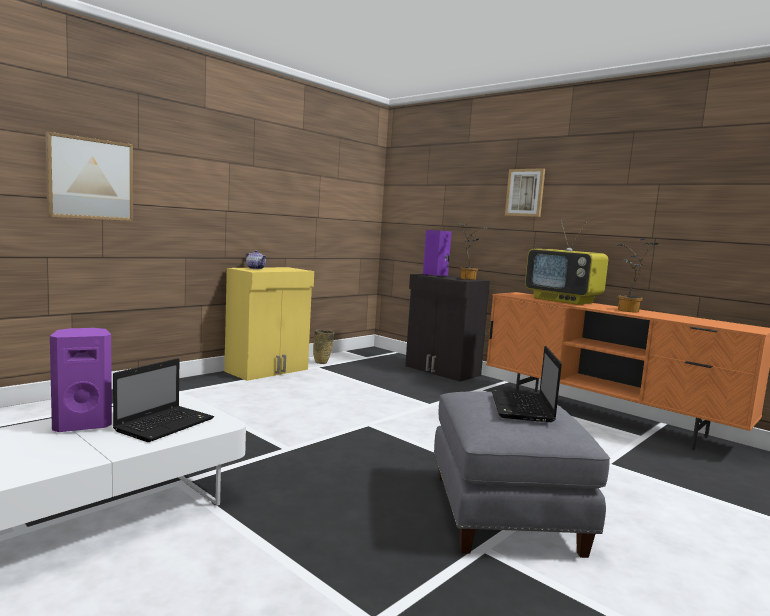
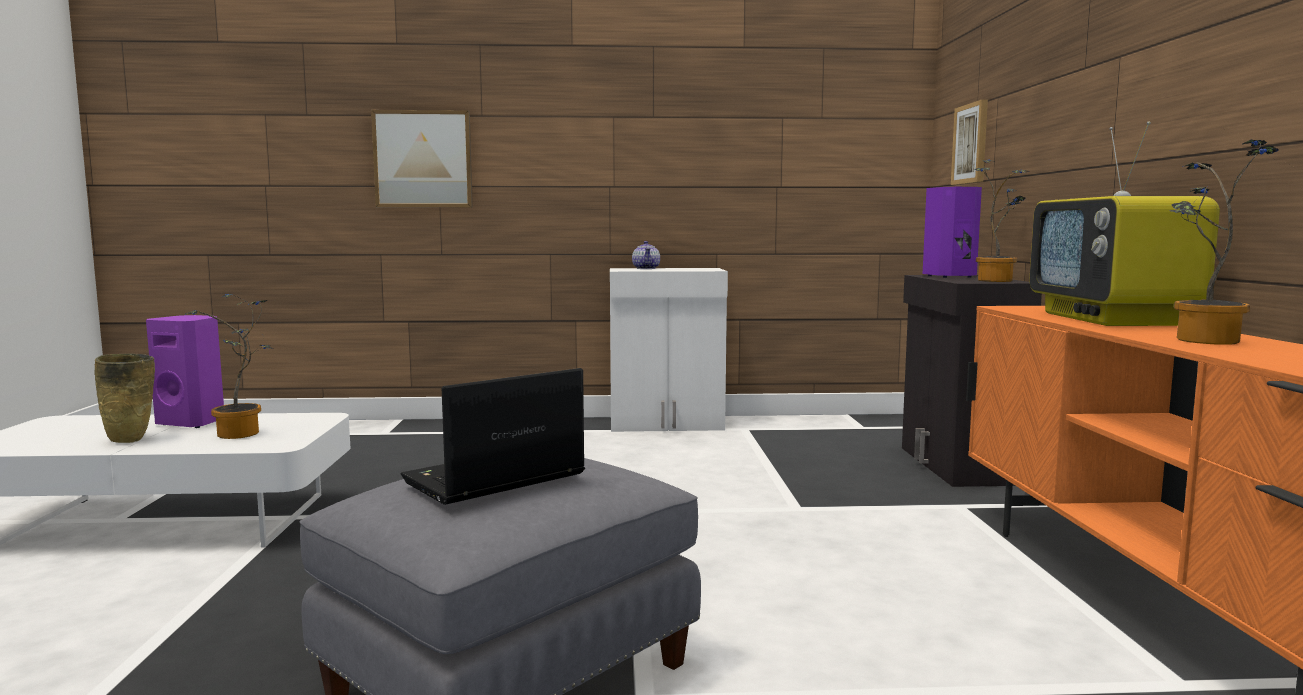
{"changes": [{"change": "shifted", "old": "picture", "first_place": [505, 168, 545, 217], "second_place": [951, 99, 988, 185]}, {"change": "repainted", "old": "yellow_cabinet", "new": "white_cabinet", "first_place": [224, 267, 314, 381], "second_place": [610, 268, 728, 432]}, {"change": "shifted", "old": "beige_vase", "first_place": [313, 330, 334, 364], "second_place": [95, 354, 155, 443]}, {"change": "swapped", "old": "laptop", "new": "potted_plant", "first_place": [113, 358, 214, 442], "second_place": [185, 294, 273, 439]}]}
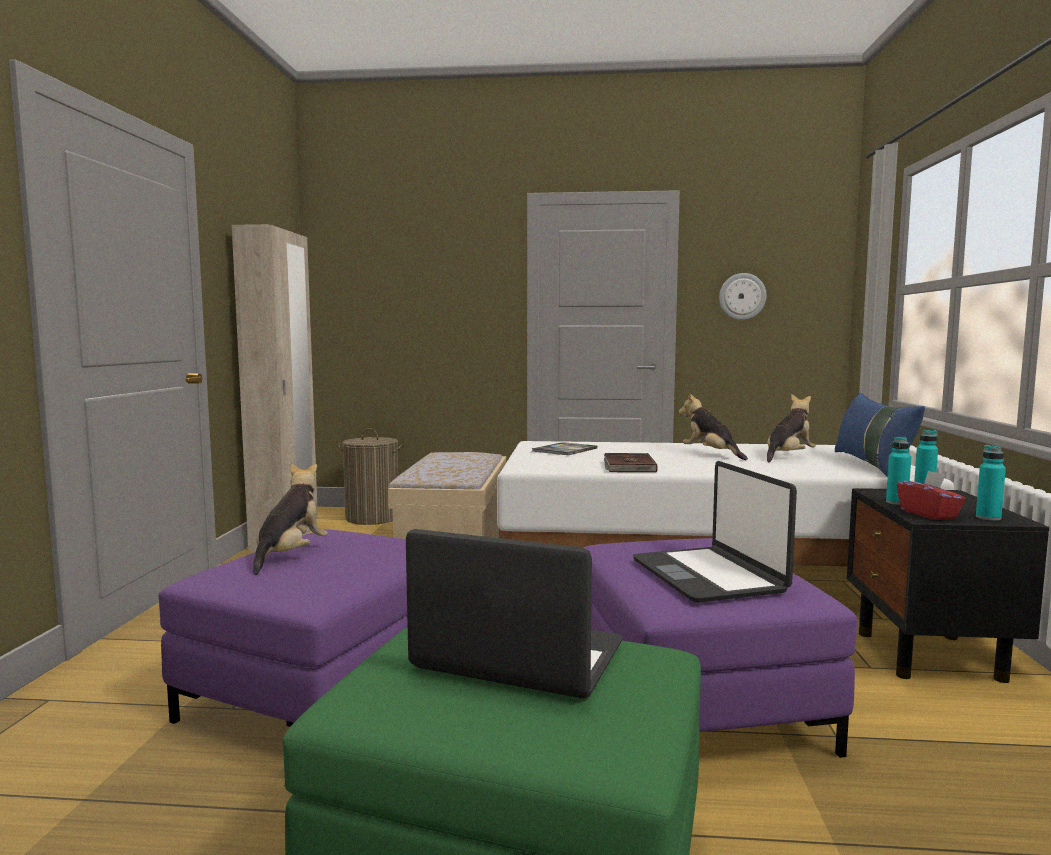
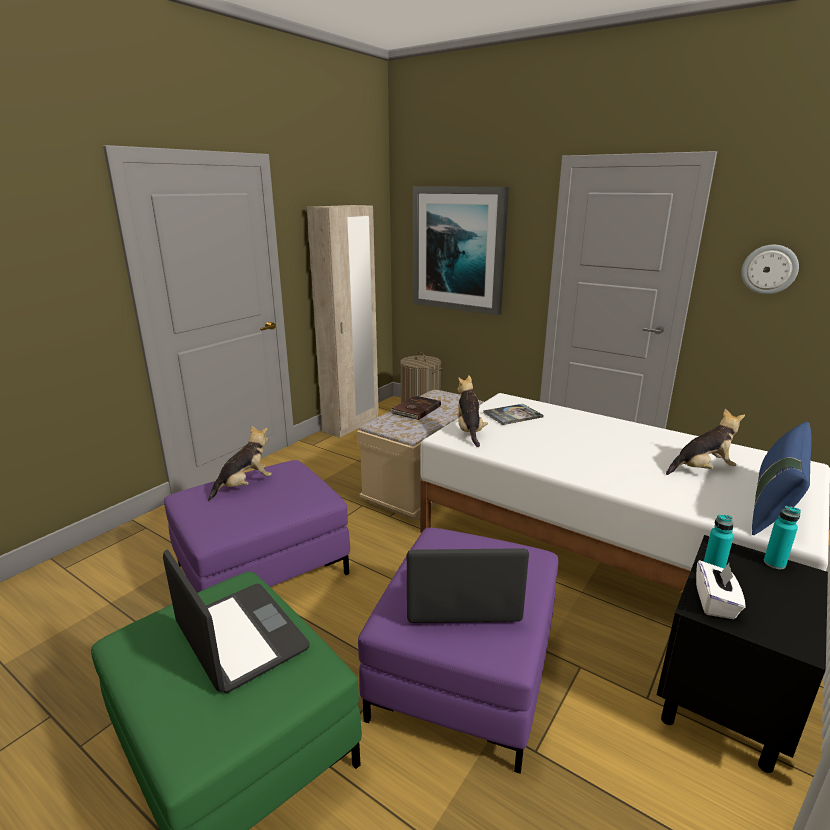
{"changes": [{"change": "shifted", "old": "plush_toy", "first_place": [679, 394, 748, 460], "second_place": [457, 375, 488, 447]}, {"change": "gone", "old": "turquoise_bottle", "first_place": [976, 445, 1006, 521]}, {"change": "shifted", "old": "brown_book", "first_place": [604, 453, 658, 473], "second_place": [389, 395, 441, 420]}, {"change": "rotated", "old": "laptop", "first_place": [633, 461, 797, 603], "second_place": [407, 548, 529, 623], "degrees": 75}, {"change": "repainted", "old": "red_tissue_box", "new": "white_tissue_box", "first_place": [897, 470, 966, 520], "second_place": [696, 560, 746, 619]}, {"change": "new", "new": "picture", "second_place": [413, 187, 509, 315]}]}
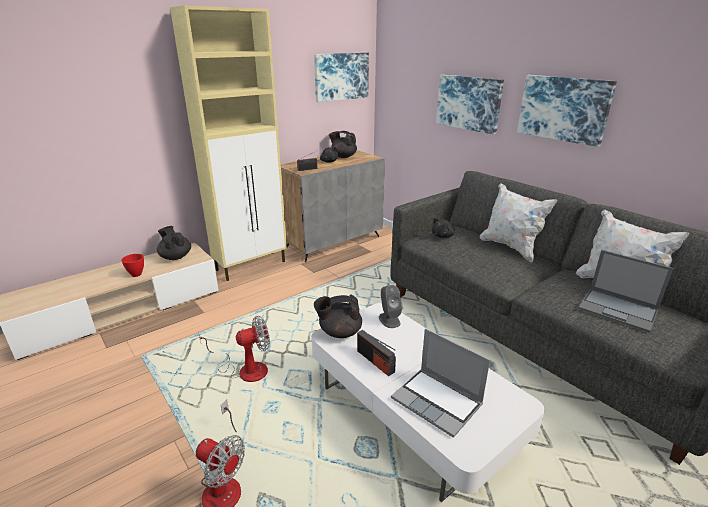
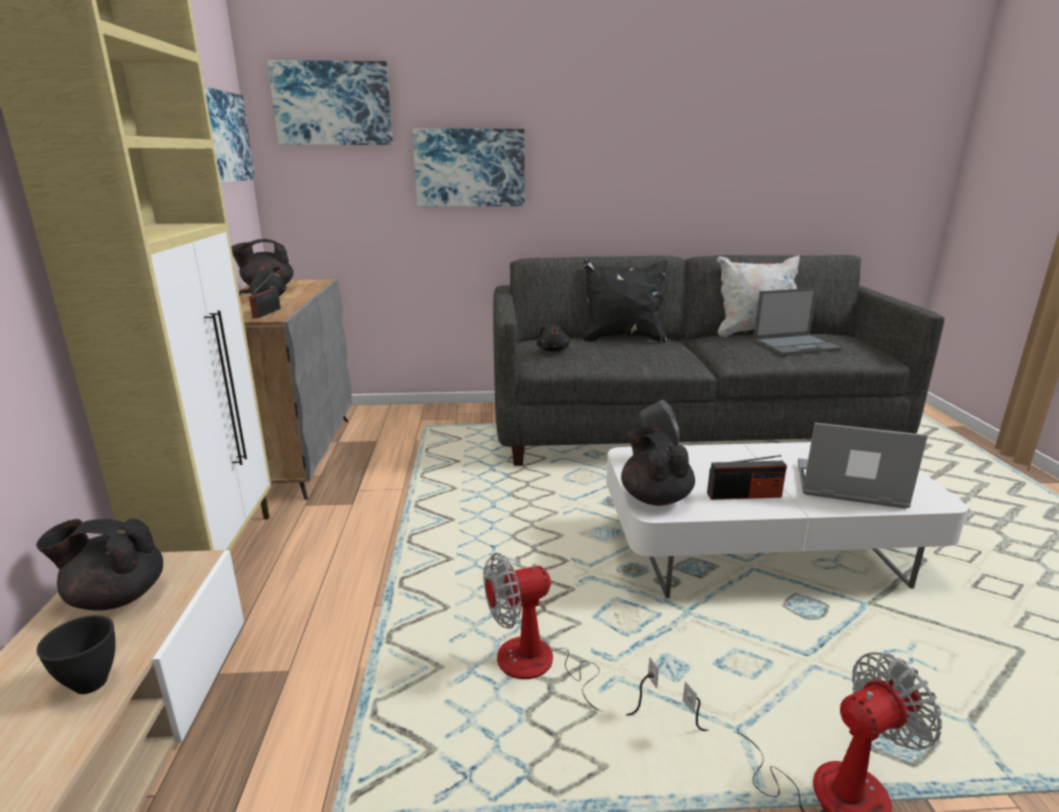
{"changes": [{"change": "shifted", "old": "picture", "first_place": [517, 75, 617, 147], "second_place": [267, 60, 393, 145]}, {"change": "repainted", "old": "white_pillow", "new": "black_pillow", "first_place": [480, 183, 557, 262], "second_place": [582, 260, 667, 342]}, {"change": "repainted", "old": "red_bowl", "new": "black_bowl", "first_place": [121, 254, 144, 277], "second_place": [37, 615, 116, 694]}, {"change": "rotated", "old": "black_teapot", "first_place": [314, 295, 362, 338], "second_place": [621, 426, 695, 506], "degrees": 135}, {"change": "rotated", "old": "fan", "first_place": [198, 316, 270, 382], "second_place": [483, 553, 659, 715], "degrees": -120}, {"change": "rotated", "old": "laptop", "first_place": [391, 329, 490, 438], "second_place": [798, 423, 928, 508], "degrees": -150}]}
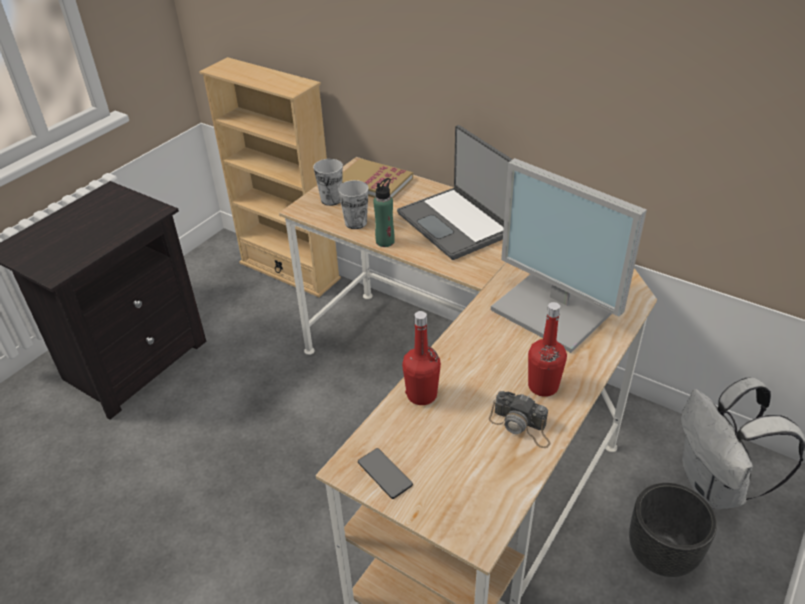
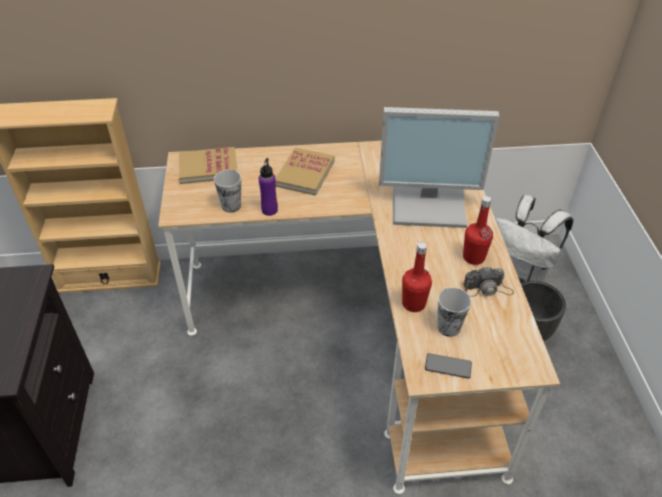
{"changes": [{"change": "swapped", "old": "laptop", "new": "book", "first_place": [397, 125, 513, 260], "second_place": [275, 148, 335, 196]}, {"change": "shifted", "old": "cup", "first_place": [313, 159, 343, 206], "second_place": [437, 287, 471, 337]}, {"change": "repainted", "old": "green_bottle", "new": "purple_bottle", "first_place": [373, 178, 395, 247], "second_place": [259, 158, 278, 216]}]}
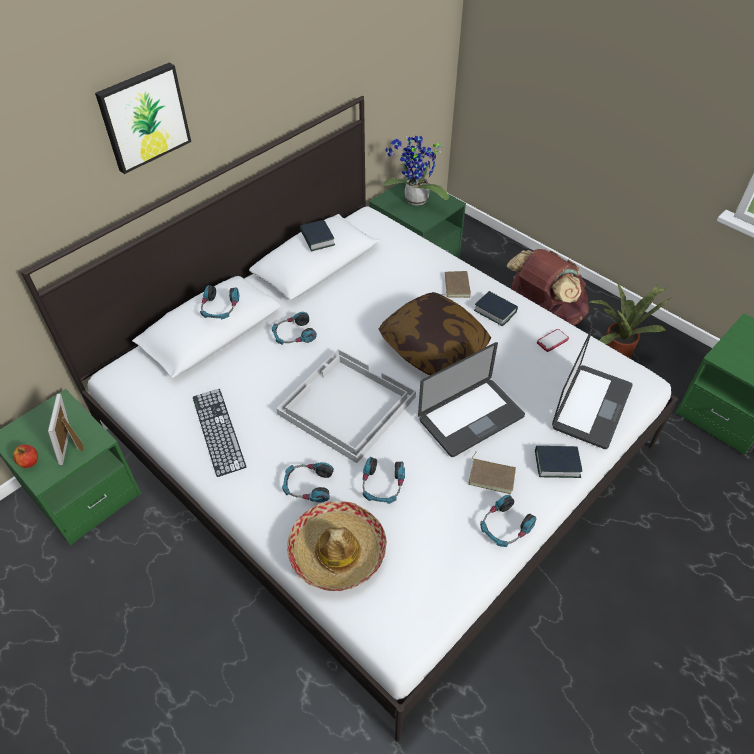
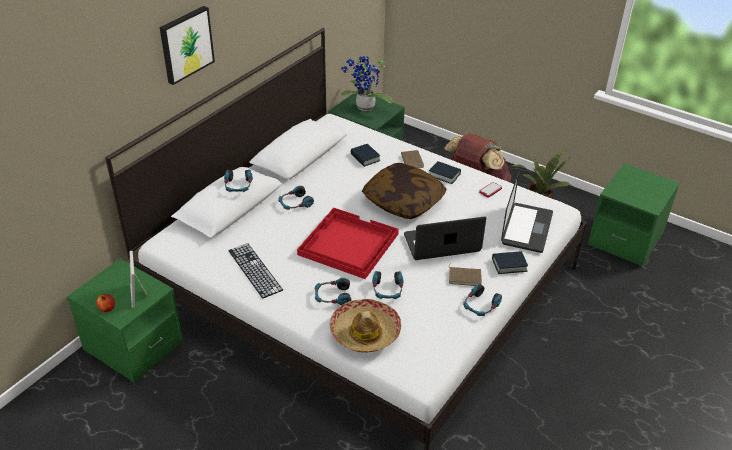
{"changes": [{"change": "shifted", "old": "book", "first_place": [300, 220, 335, 251], "second_place": [351, 144, 380, 167]}, {"change": "rotated", "old": "laptop", "first_place": [418, 342, 525, 457], "second_place": [404, 217, 486, 260], "degrees": -150}, {"change": "repainted", "old": "white_tray", "new": "red_tray", "first_place": [276, 349, 416, 463], "second_place": [297, 207, 399, 279]}]}
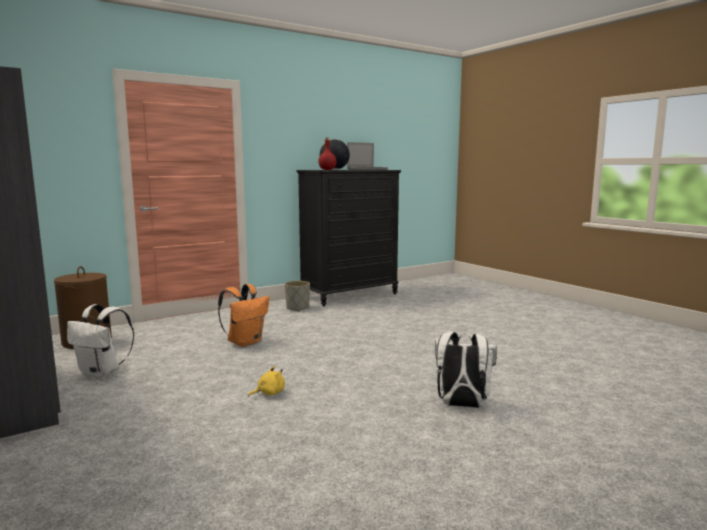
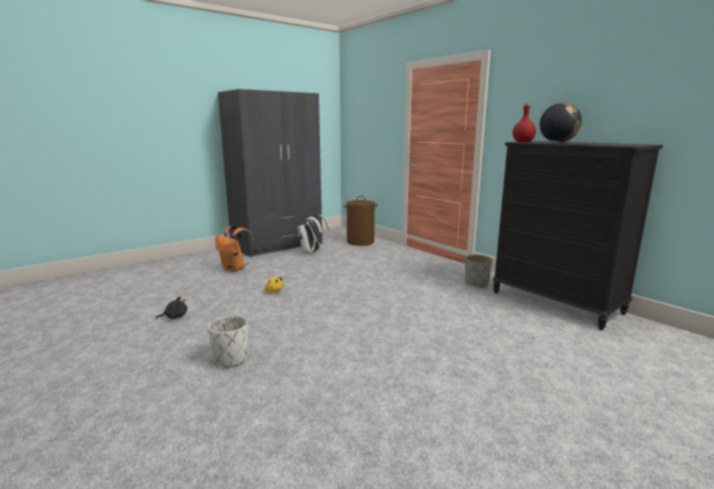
{"changes": [{"change": "gone", "old": "laptop", "first_place": [347, 142, 388, 170]}, {"change": "shifted", "old": "orange_backpack", "first_place": [218, 284, 269, 347], "second_place": [215, 225, 255, 272]}, {"change": "swapped", "old": "white_backpack", "new": "white_planter", "first_place": [435, 332, 497, 408], "second_place": [208, 315, 248, 366]}, {"change": "new", "new": "black_plush_toy", "second_place": [156, 297, 187, 319]}]}
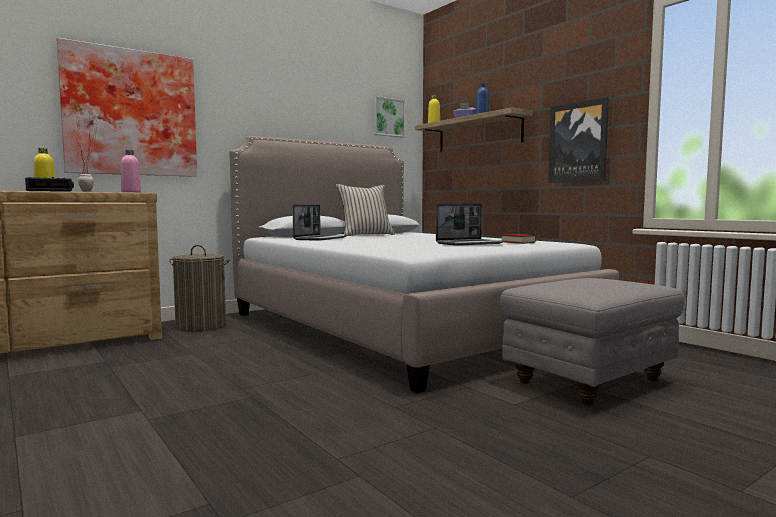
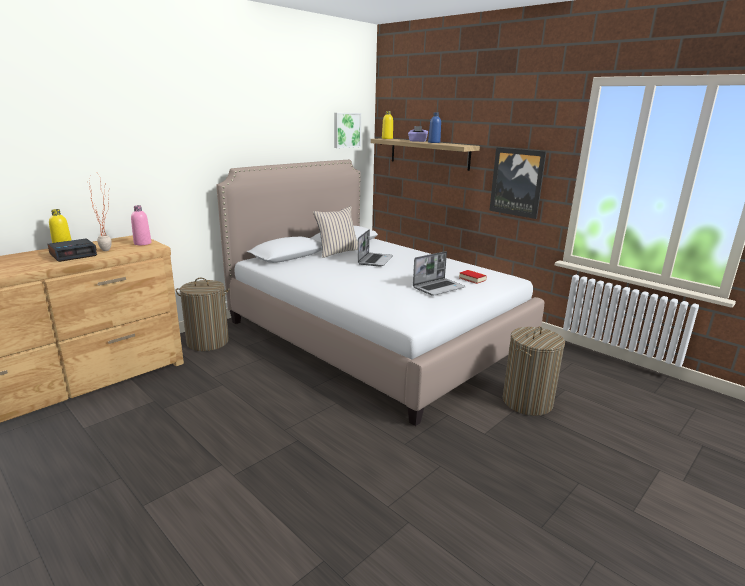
{"changes": [{"change": "gone", "old": "picture", "first_place": [57, 38, 197, 177]}, {"change": "shifted", "old": "laptop", "first_place": [293, 204, 347, 241], "second_place": [358, 229, 393, 267]}, {"change": "swapped", "old": "grey_ottoman", "new": "laundry_basket", "first_place": [500, 278, 685, 405], "second_place": [503, 326, 565, 416]}]}
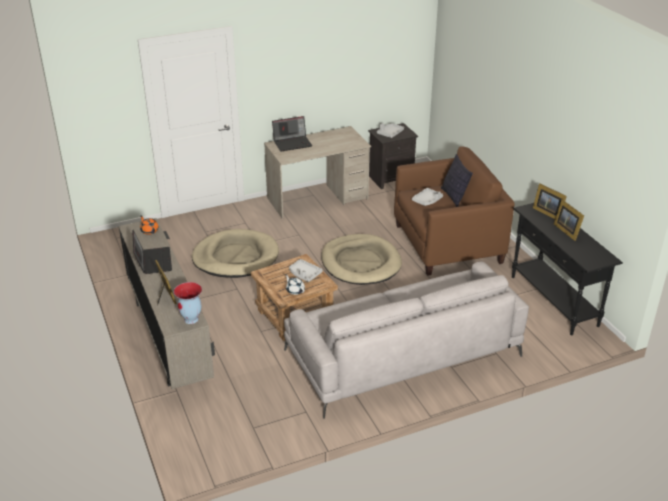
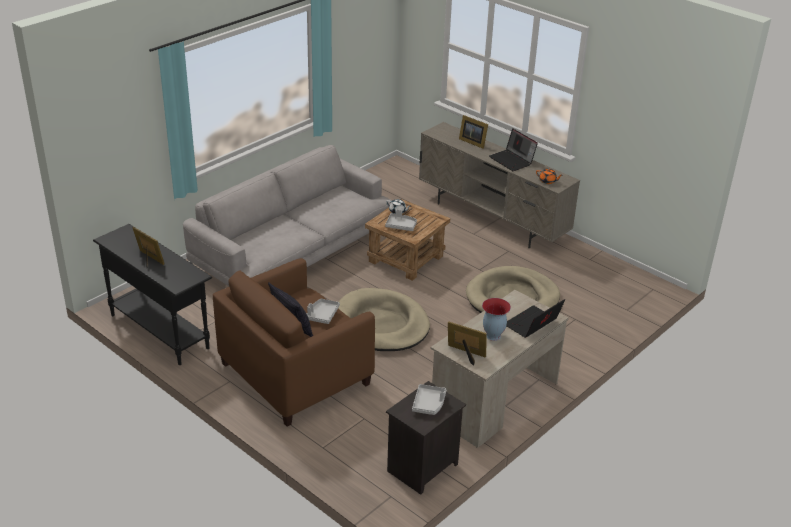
{"changes": [{"change": "shifted", "old": "picture_frame", "first_place": [533, 183, 567, 219], "second_place": [448, 321, 487, 366]}, {"change": "shifted", "old": "vase", "first_place": [174, 282, 202, 324], "second_place": [482, 298, 511, 341]}]}
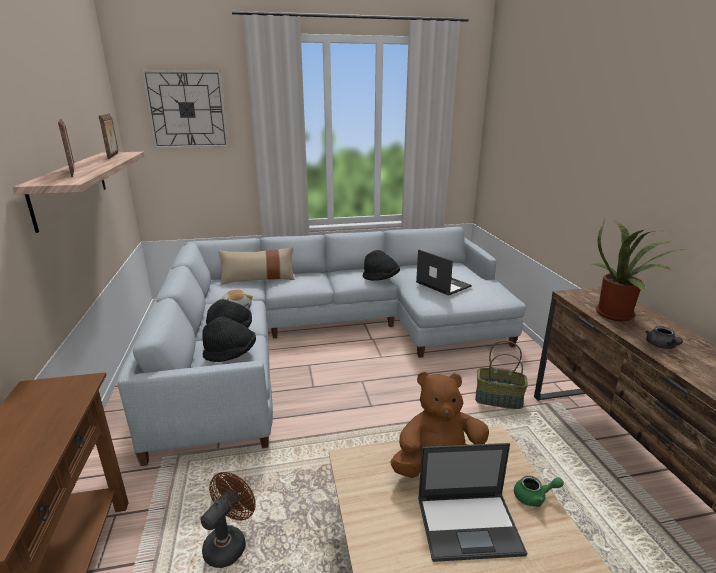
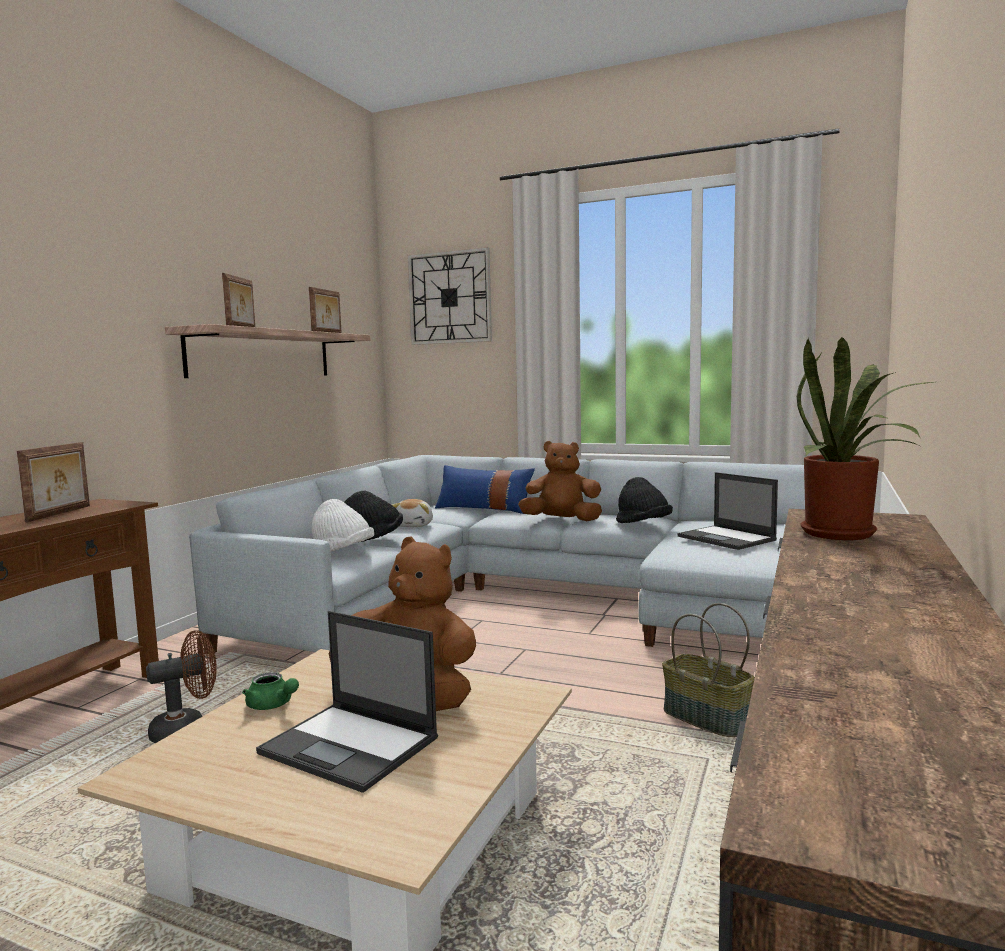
{"changes": [{"change": "repainted", "old": "beige_pillow", "new": "blue_pillow", "first_place": [219, 247, 295, 285], "second_place": [435, 465, 535, 514]}, {"change": "rotated", "old": "laptop", "first_place": [416, 249, 472, 296], "second_place": [677, 472, 778, 550], "degrees": 150}, {"change": "repainted", "old": "black_hat", "new": "white_hat", "first_place": [202, 317, 256, 362], "second_place": [312, 499, 374, 552]}, {"change": "gone", "old": "grey_teapot", "first_place": [646, 326, 683, 349]}, {"change": "shifted", "old": "green_teapot", "first_place": [514, 475, 564, 507], "second_place": [242, 672, 299, 710]}, {"change": "new", "new": "brown_plush_toy", "second_place": [518, 441, 602, 521]}, {"change": "new", "new": "picture_frame", "second_place": [17, 442, 90, 522]}]}
